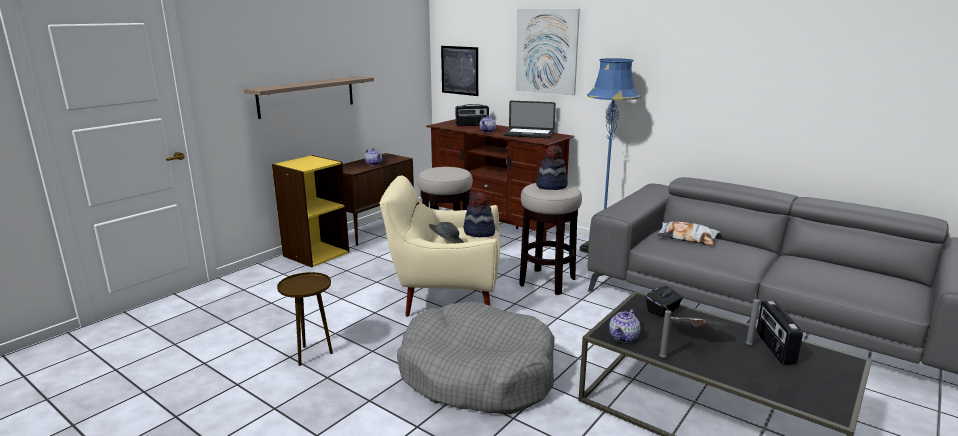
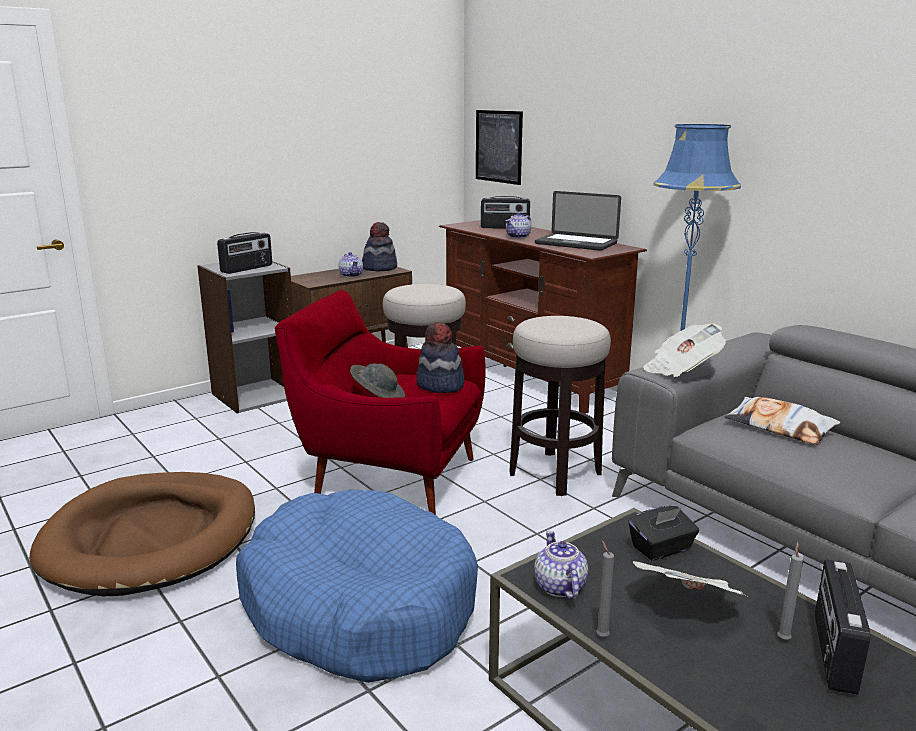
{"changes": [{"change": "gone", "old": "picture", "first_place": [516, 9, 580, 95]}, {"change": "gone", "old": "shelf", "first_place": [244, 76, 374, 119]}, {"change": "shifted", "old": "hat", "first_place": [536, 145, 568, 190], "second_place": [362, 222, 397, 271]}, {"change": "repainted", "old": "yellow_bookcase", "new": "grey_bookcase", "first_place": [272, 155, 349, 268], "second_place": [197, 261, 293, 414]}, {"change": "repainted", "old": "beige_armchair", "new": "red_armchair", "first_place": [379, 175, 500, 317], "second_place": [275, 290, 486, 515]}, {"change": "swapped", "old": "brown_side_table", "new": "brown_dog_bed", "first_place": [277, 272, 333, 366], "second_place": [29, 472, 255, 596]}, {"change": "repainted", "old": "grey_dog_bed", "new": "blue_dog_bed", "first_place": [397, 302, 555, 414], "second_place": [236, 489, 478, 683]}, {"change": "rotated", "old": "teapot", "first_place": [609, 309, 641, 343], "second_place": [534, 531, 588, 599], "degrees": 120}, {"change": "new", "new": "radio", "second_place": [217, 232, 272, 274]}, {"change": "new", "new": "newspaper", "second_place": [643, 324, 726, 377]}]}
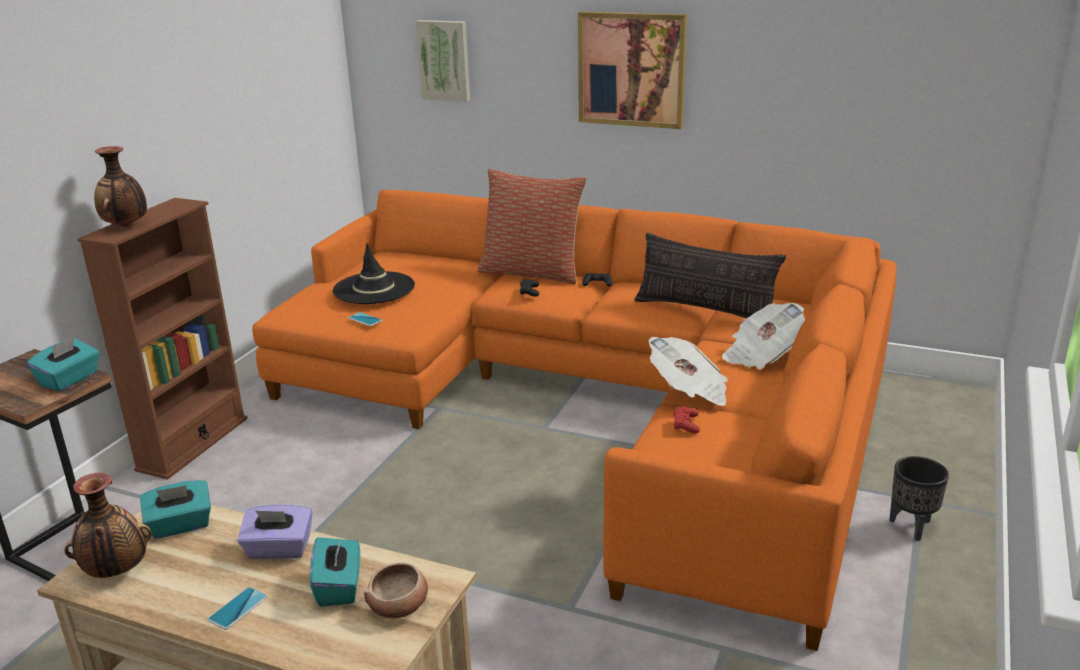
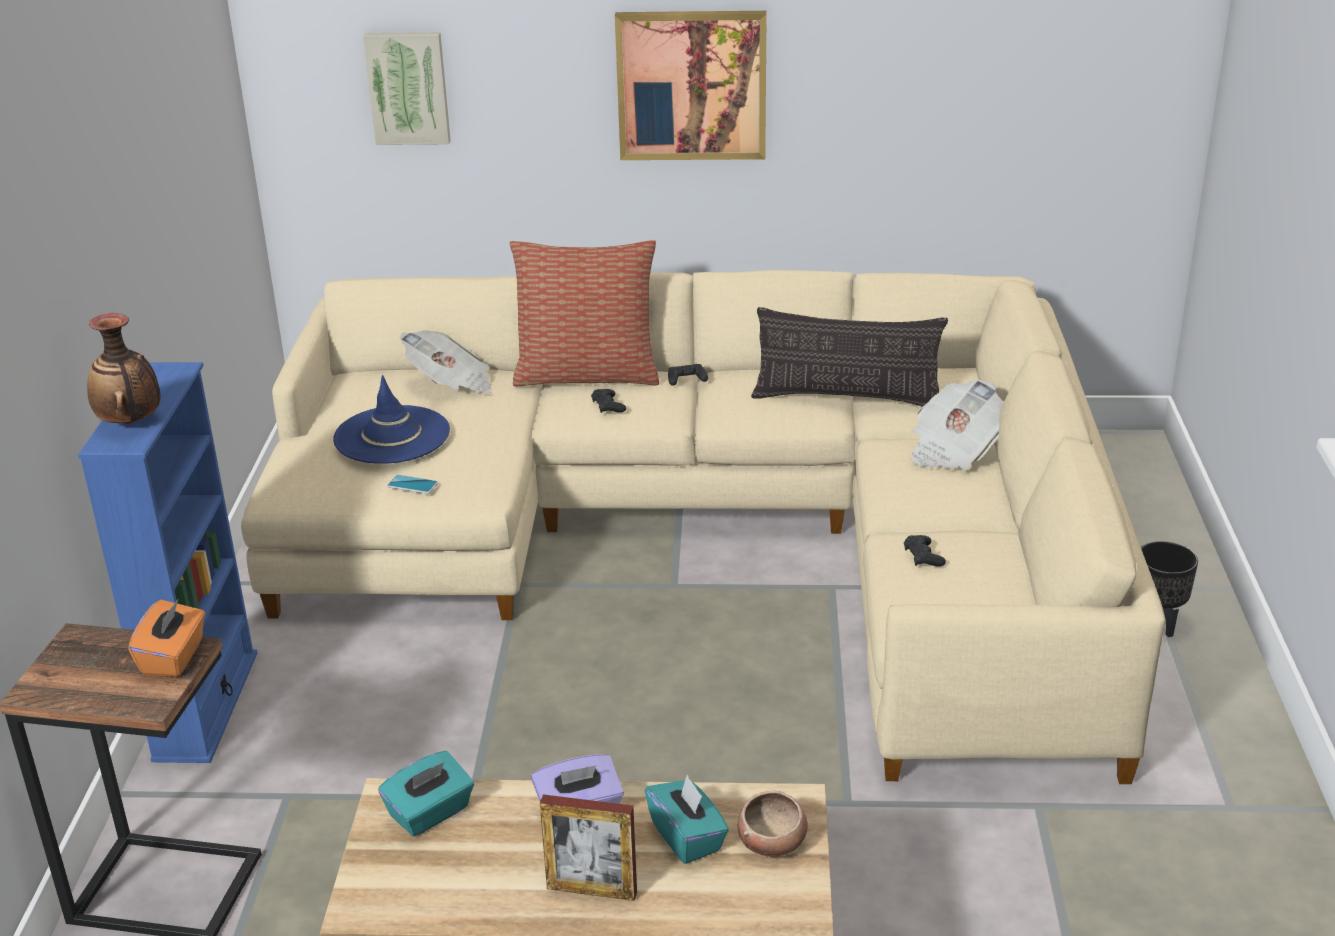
{"changes": [{"change": "repainted", "old": "orange_sofa", "new": "beige_sofa", "first_place": [252, 190, 897, 651], "second_place": [241, 270, 1165, 784]}, {"change": "repainted", "old": "brown_bookcase", "new": "blue_bookcase", "first_place": [77, 198, 248, 480], "second_place": [78, 362, 258, 763]}, {"change": "repainted", "old": "black_hat", "new": "blue_hat", "first_place": [333, 243, 415, 304], "second_place": [333, 375, 450, 464]}, {"change": "repainted", "old": "turquoise_tissue_box", "new": "orange_tissue_box", "first_place": [27, 336, 100, 392], "second_place": [128, 598, 205, 677]}, {"change": "shifted", "old": "newspaper", "first_place": [649, 337, 728, 406], "second_place": [400, 330, 492, 394]}, {"change": "repainted", "old": "red_game_controller", "new": "black_game_controller", "first_place": [674, 406, 700, 433], "second_place": [904, 535, 946, 567]}, {"change": "gone", "old": "vase", "first_place": [64, 473, 152, 578]}, {"change": "swapped", "old": "phone", "new": "picture_frame", "first_place": [208, 587, 268, 630], "second_place": [540, 794, 637, 901]}]}
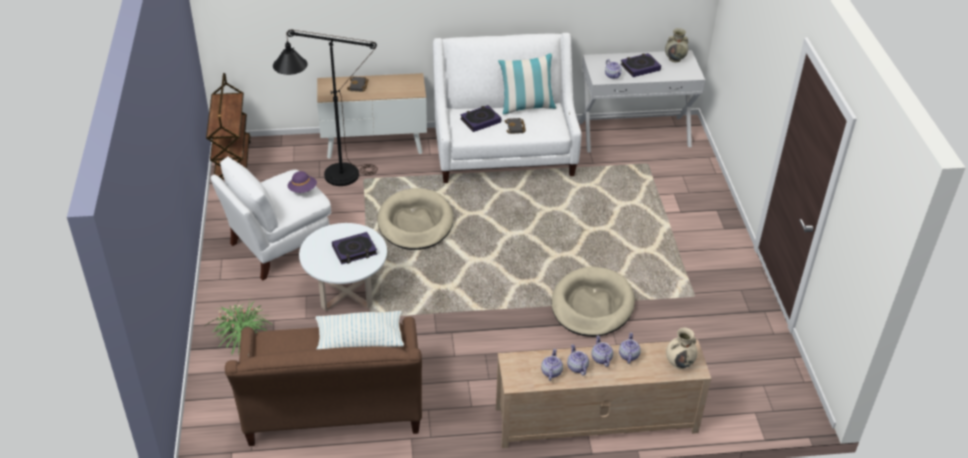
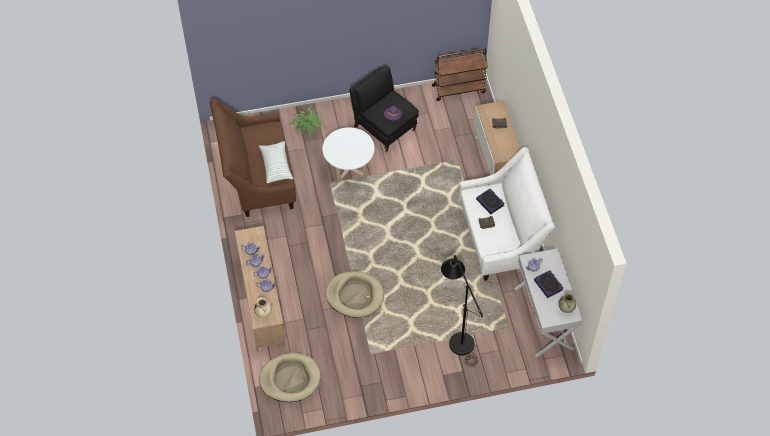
{"changes": [{"change": "shifted", "old": "black_floor_lamp", "first_place": [273, 30, 378, 186], "second_place": [441, 255, 483, 367]}, {"change": "gone", "old": "pillow", "first_place": [498, 53, 557, 115]}, {"change": "repainted", "old": "white_armchair", "new": "black_armchair", "first_place": [211, 156, 331, 281], "second_place": [349, 66, 419, 152]}, {"change": "shifted", "old": "beige_dog_bed", "first_place": [377, 188, 454, 250], "second_place": [259, 353, 321, 402]}, {"change": "gone", "old": "book", "first_place": [332, 232, 377, 264]}]}
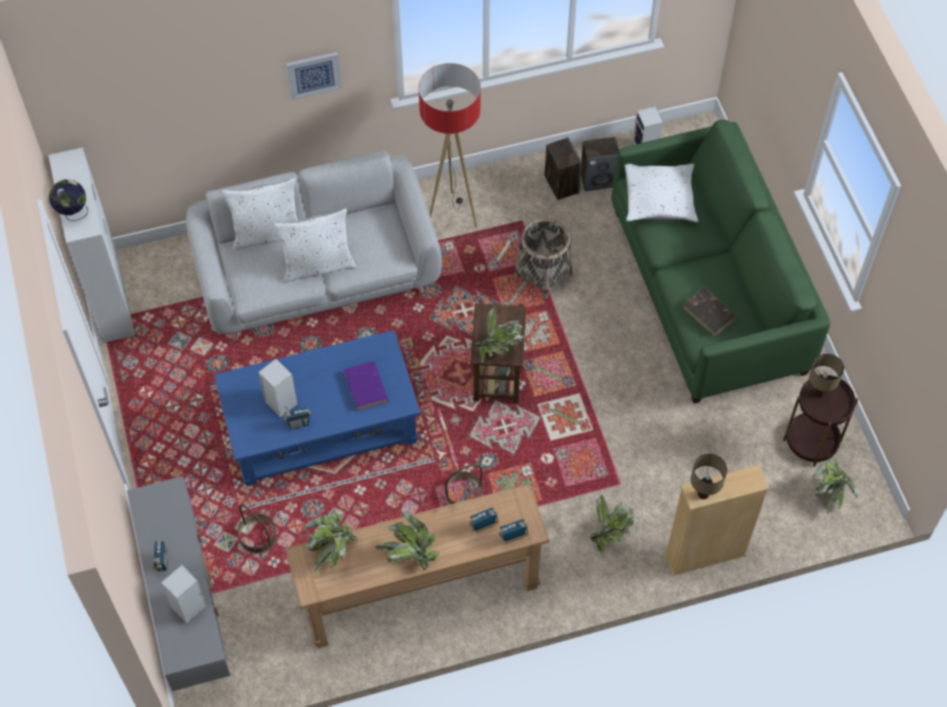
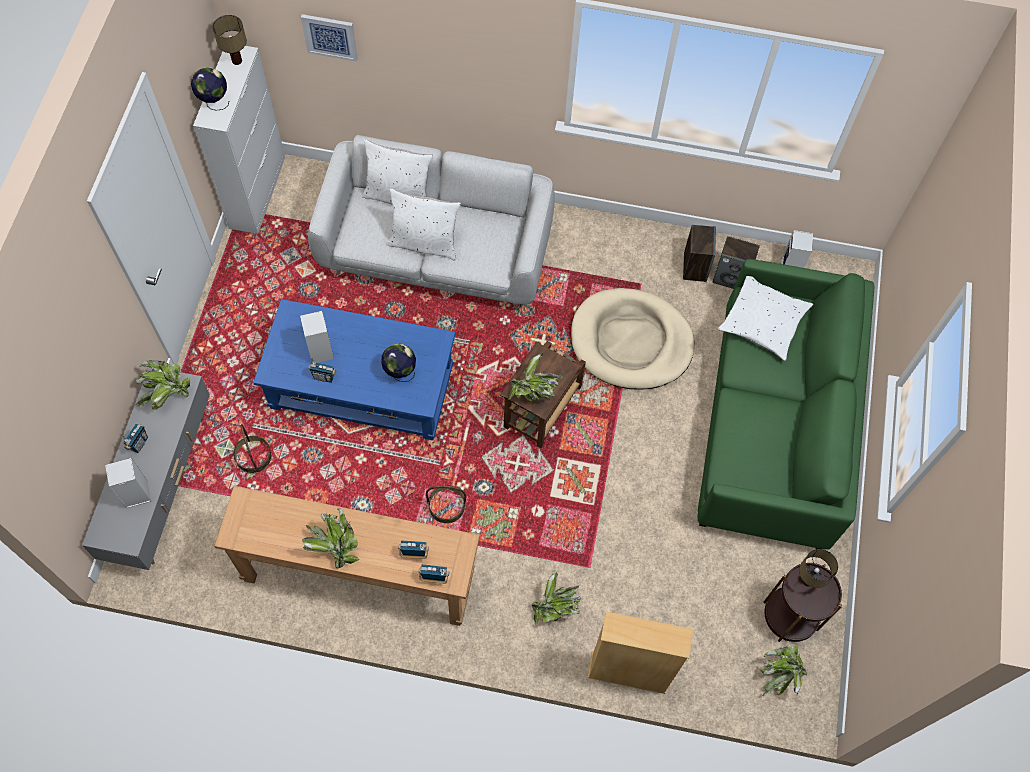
{"changes": [{"change": "shifted", "old": "picture", "first_place": [286, 52, 342, 100], "second_place": [301, 14, 358, 62]}, {"change": "gone", "old": "floor_lamp", "first_place": [419, 63, 481, 227]}, {"change": "swapped", "old": "basket", "new": "beige_dog_bed", "first_place": [514, 218, 573, 299], "second_place": [571, 288, 694, 390]}, {"change": "gone", "old": "brown_book", "first_place": [683, 288, 737, 337]}, {"change": "swapped", "old": "purple_book", "new": "globe", "first_place": [344, 361, 388, 411], "second_place": [381, 344, 416, 382]}, {"change": "shifted", "old": "table_lamp", "first_place": [691, 454, 727, 499], "second_place": [213, 15, 247, 65]}, {"change": "shifted", "old": "potted_plant", "first_place": [303, 512, 357, 573], "second_place": [136, 360, 191, 410]}]}
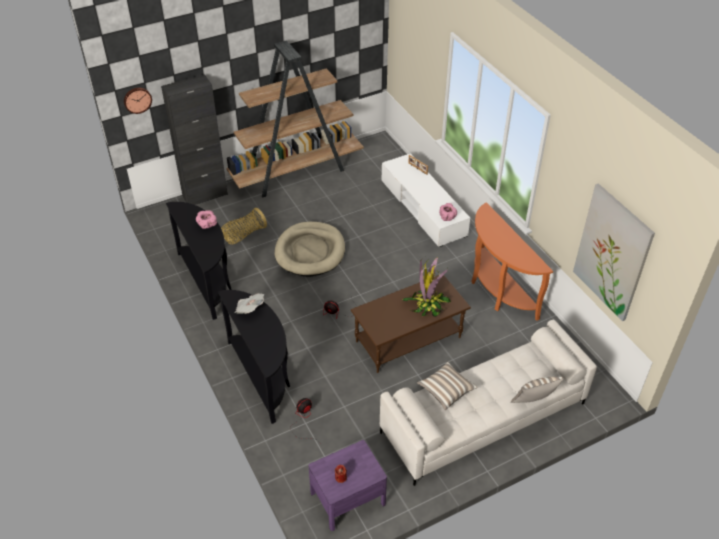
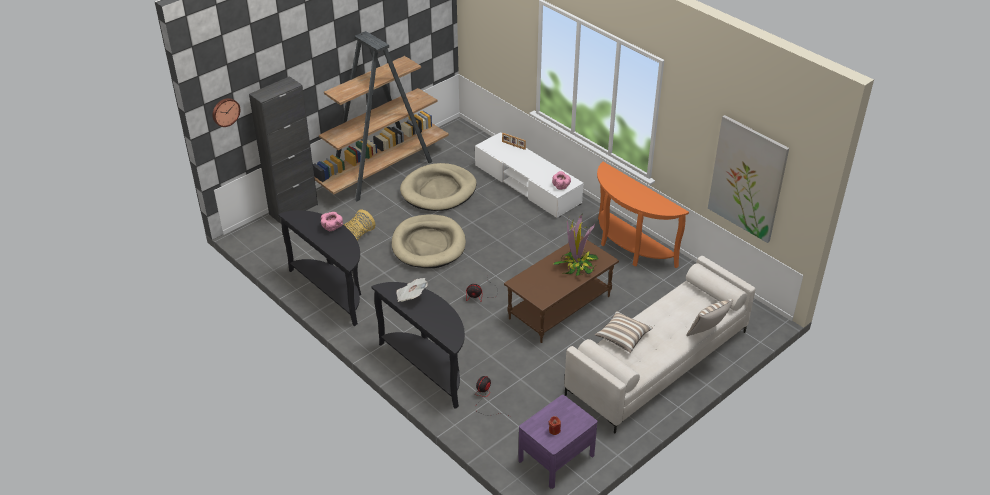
{"changes": [{"change": "new", "new": "beige_dog_bed", "second_place": [400, 163, 477, 211]}]}
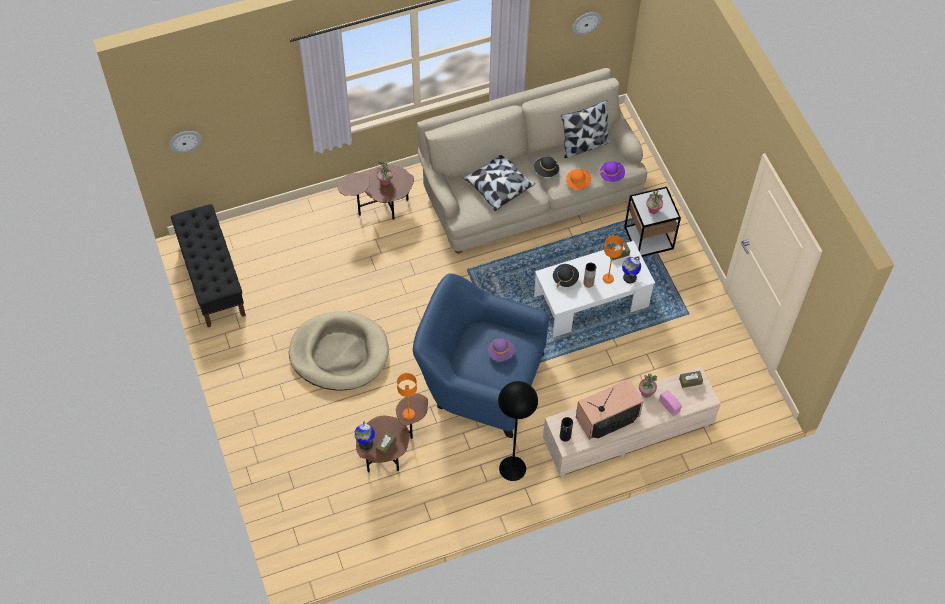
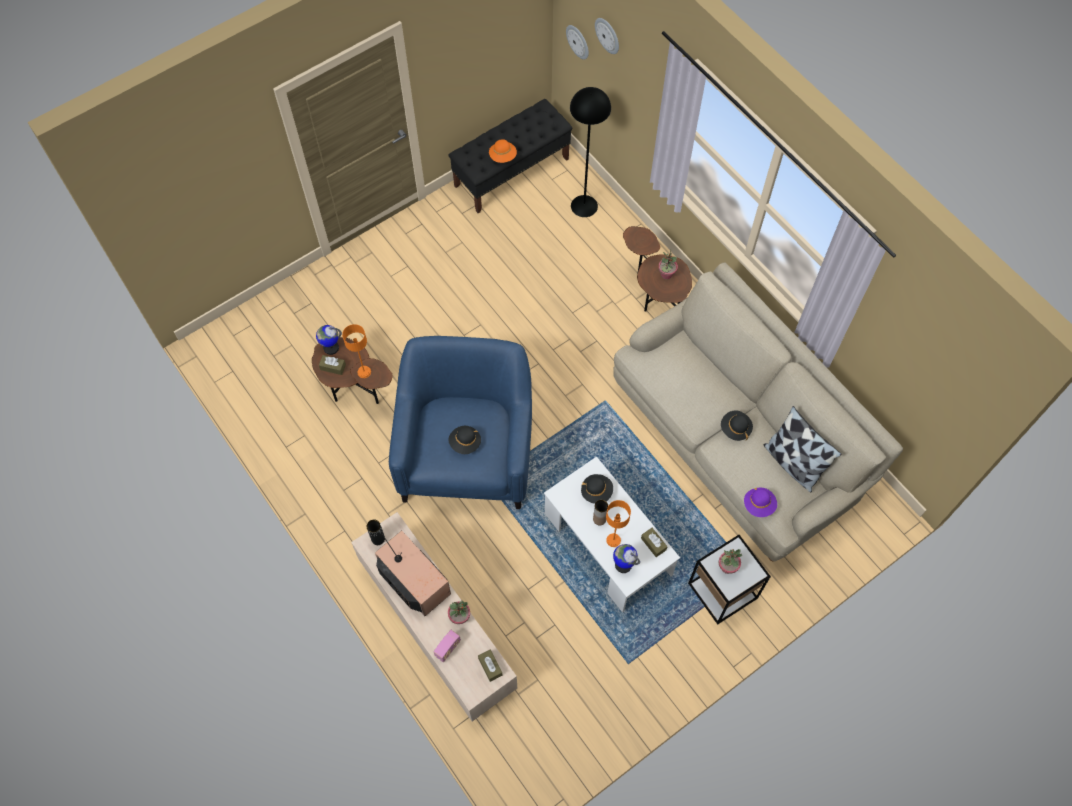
{"changes": [{"change": "shifted", "old": "wall_clock", "first_place": [572, 12, 602, 35], "second_place": [595, 18, 619, 54]}, {"change": "gone", "old": "pillow", "first_place": [463, 155, 535, 211]}, {"change": "shifted", "old": "orange_hat", "first_place": [566, 169, 591, 189], "second_place": [489, 139, 517, 163]}, {"change": "gone", "old": "beige_dog_bed", "first_place": [289, 311, 389, 390]}, {"change": "repainted", "old": "purple_hat", "new": "black_hat", "first_place": [488, 338, 515, 361], "second_place": [449, 426, 481, 454]}, {"change": "shifted", "old": "black_floor_lamp", "first_place": [498, 381, 538, 481], "second_place": [570, 87, 611, 217]}]}
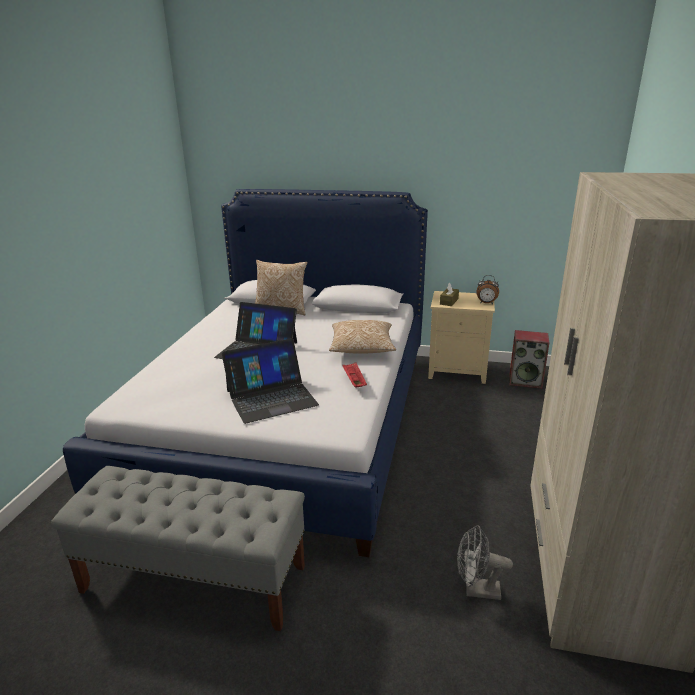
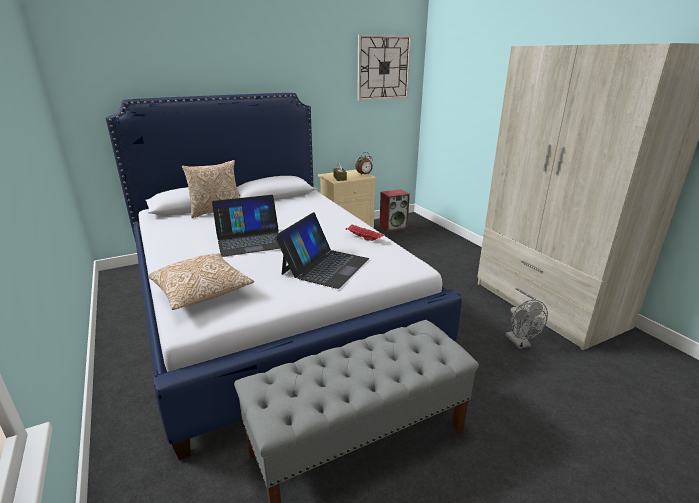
{"changes": [{"change": "shifted", "old": "pillow", "first_place": [329, 320, 396, 354], "second_place": [148, 254, 254, 310]}, {"change": "rotated", "old": "grey_fan", "first_place": [457, 525, 513, 600], "second_place": [506, 300, 548, 349], "degrees": -75}, {"change": "new", "new": "wall_clock", "second_place": [357, 34, 412, 101]}]}
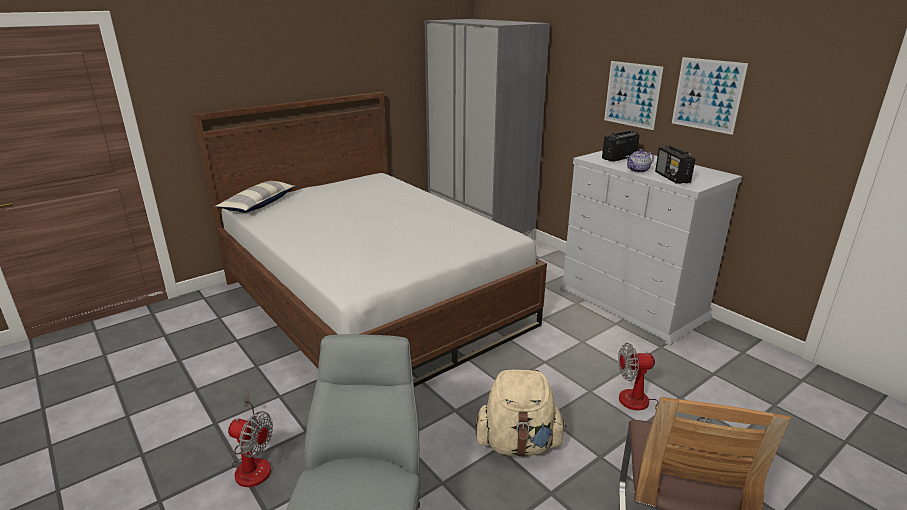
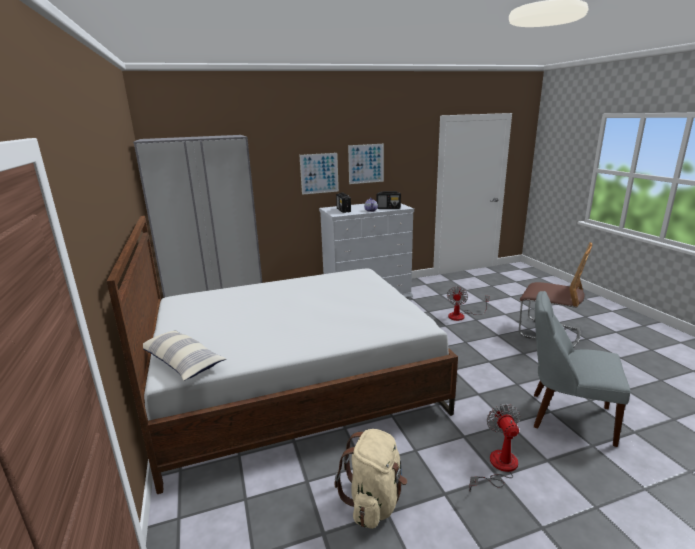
{"changes": [{"change": "shifted", "old": "beige_backpack", "first_place": [475, 370, 567, 457], "second_place": [334, 429, 407, 529]}, {"change": "rotated", "old": "fan", "first_place": [228, 394, 273, 487], "second_place": [469, 404, 520, 492], "degrees": -45}]}
